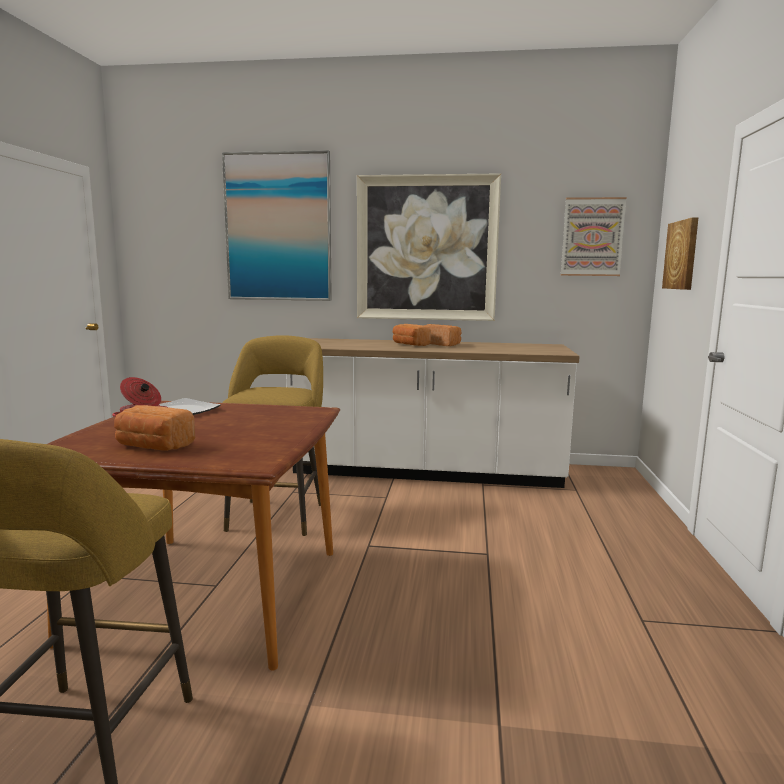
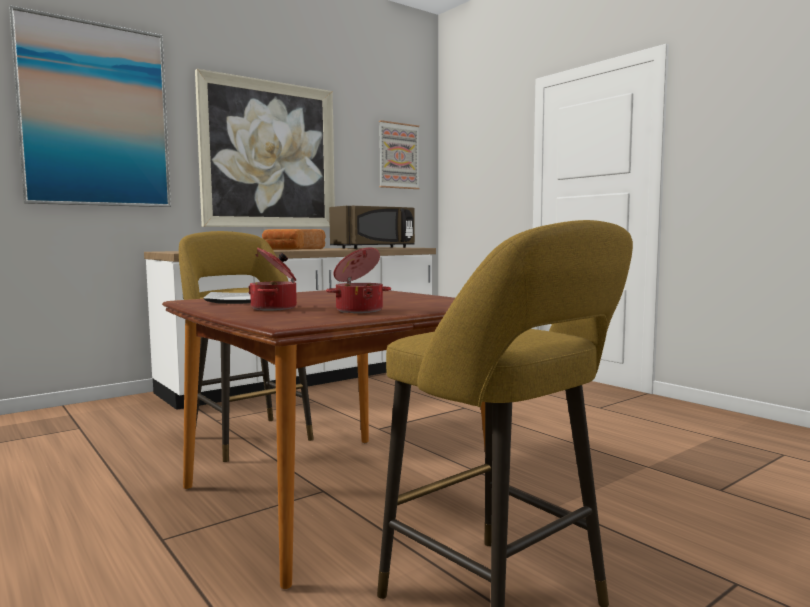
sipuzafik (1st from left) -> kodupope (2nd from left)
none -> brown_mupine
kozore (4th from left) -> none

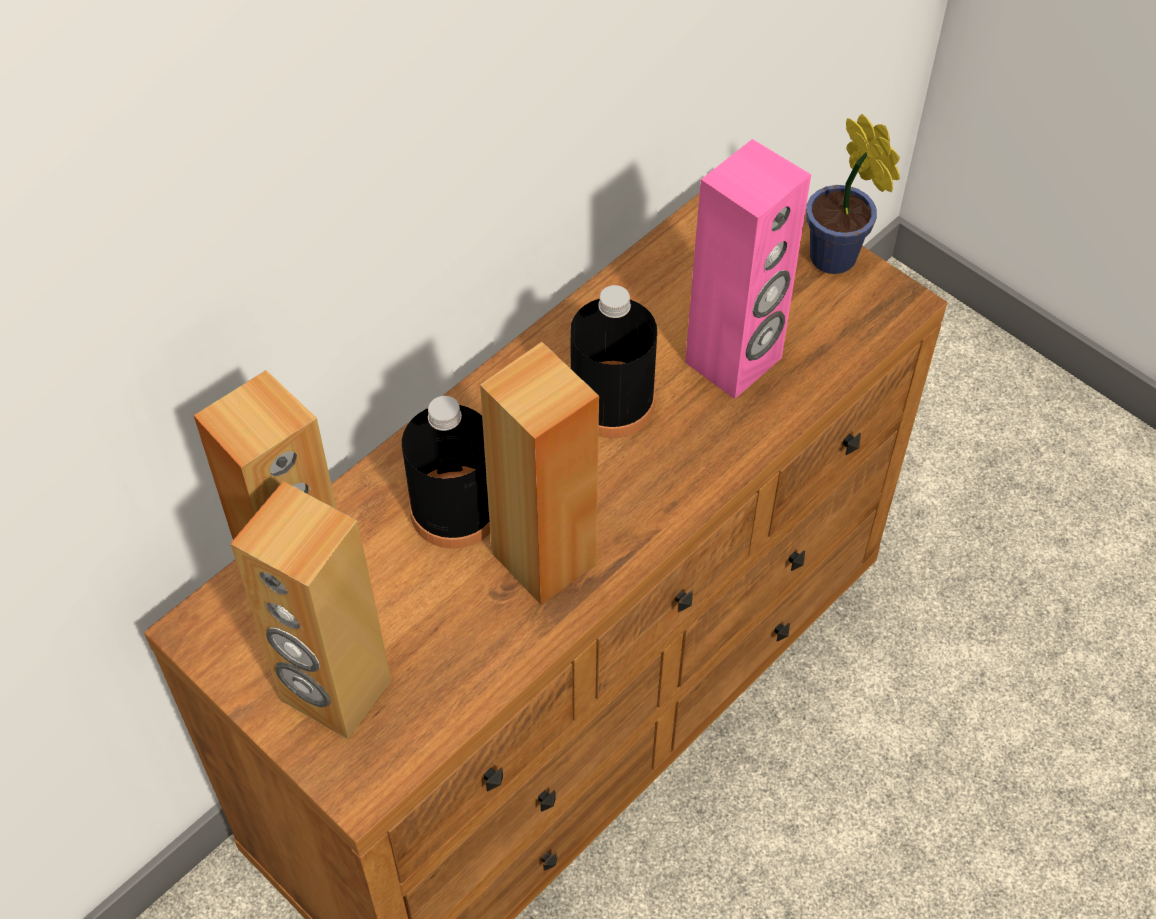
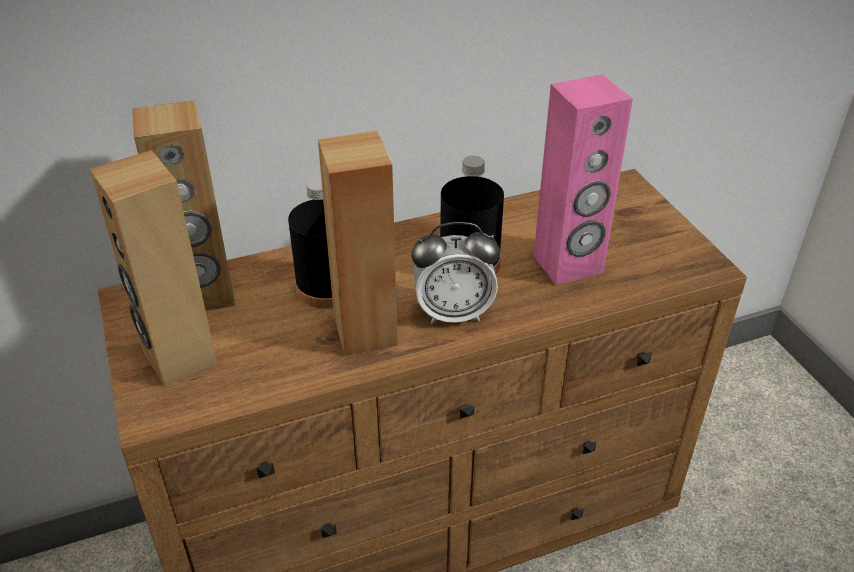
none -> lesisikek
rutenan -> none

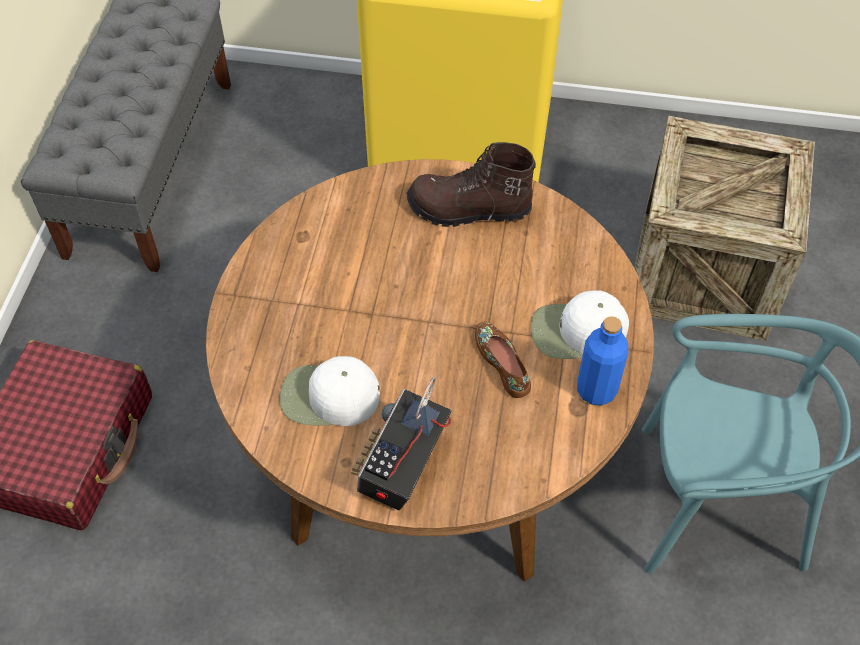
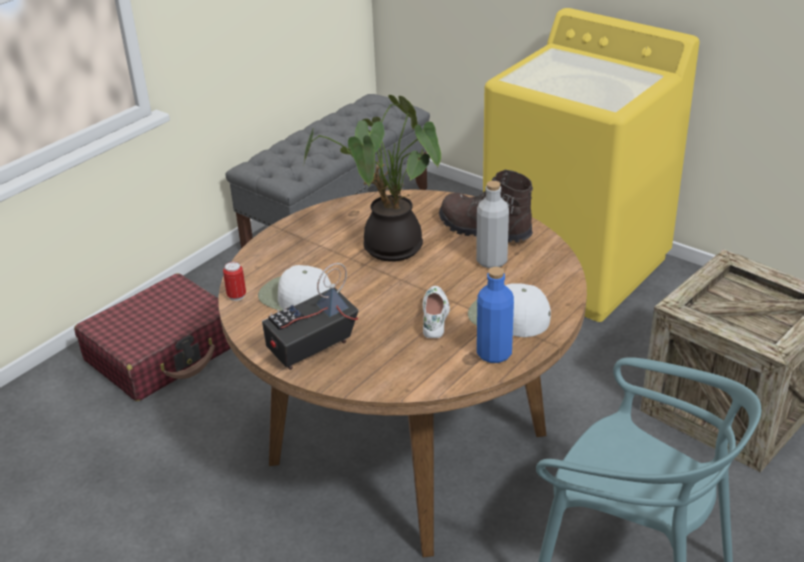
none -> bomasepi
none -> rutenan
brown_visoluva -> white_visoluva
none -> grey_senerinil

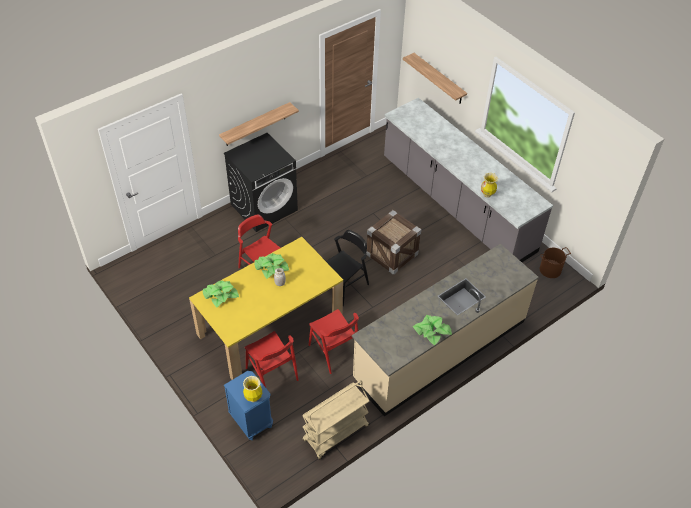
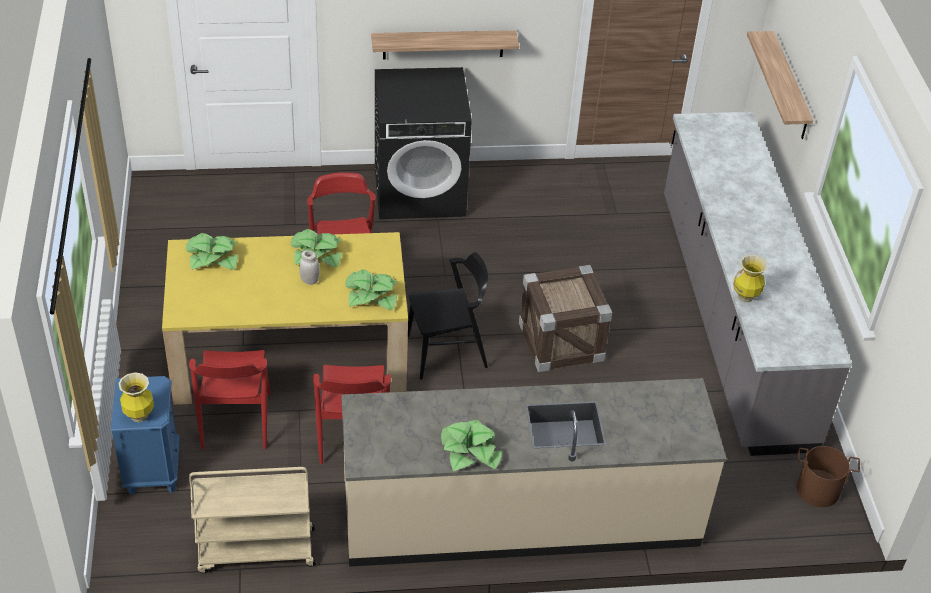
none -> rutenan (3rd from left)

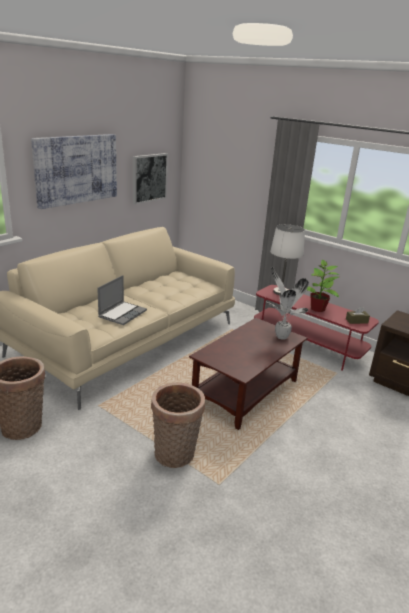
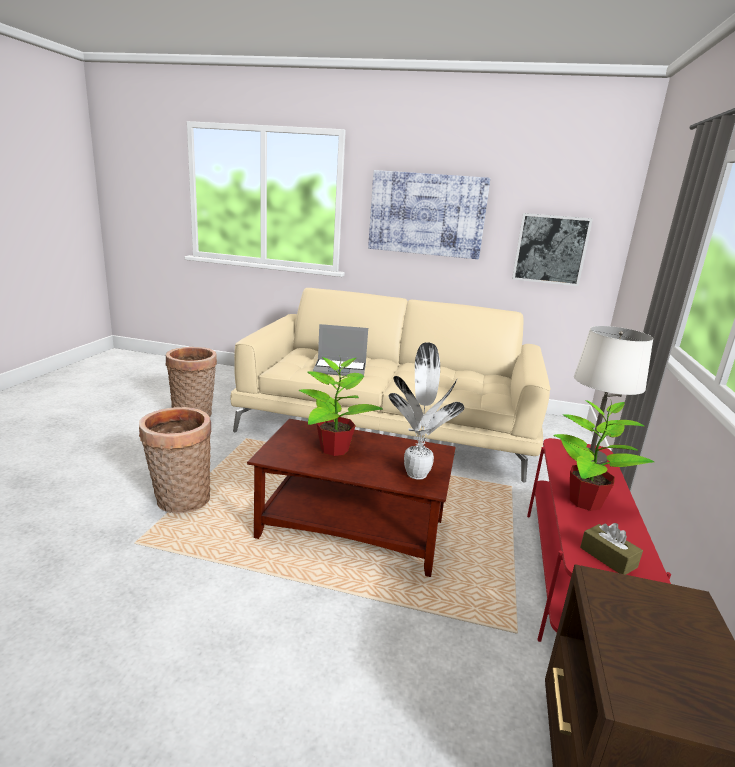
none -> rutenan (1st from left)

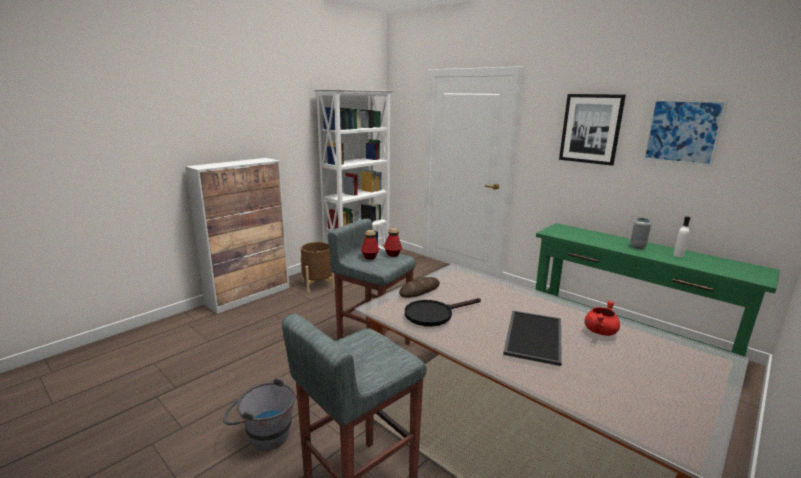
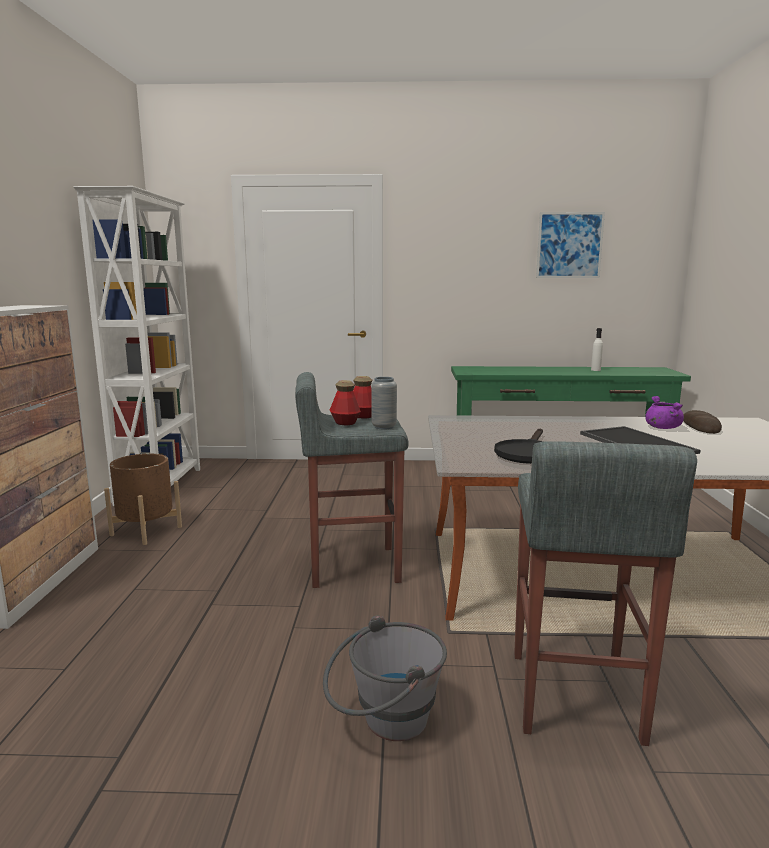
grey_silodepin, move
red_kodupope -> purple_kodupope
sipuzafik, move
kozore (1st from left) -> none

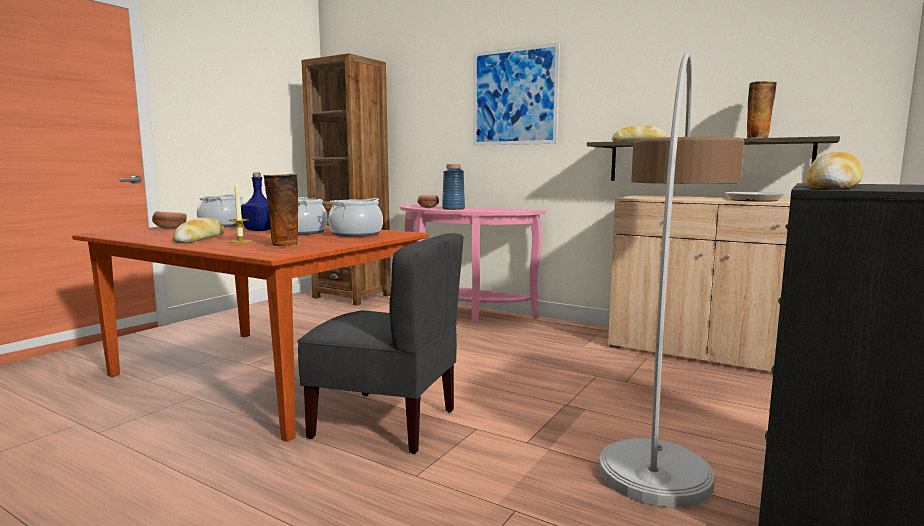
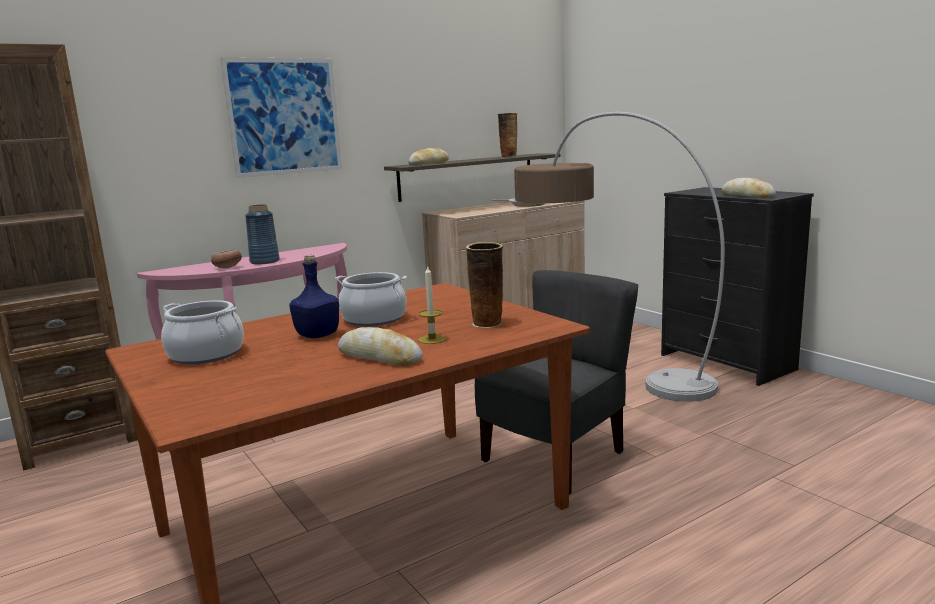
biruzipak (1st from left) -> none
kodupope (3rd from left) -> none

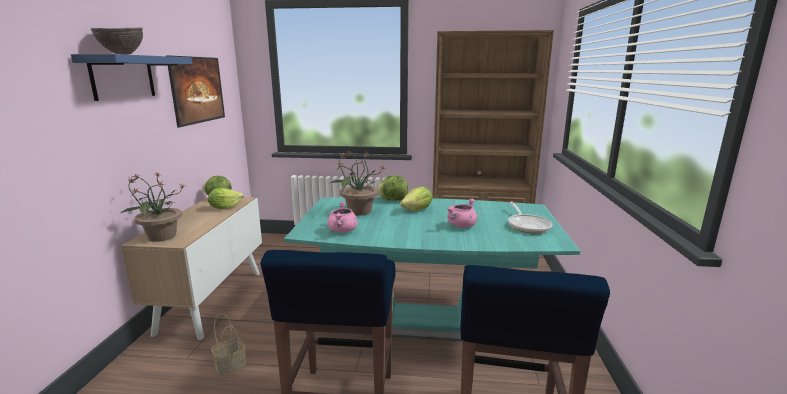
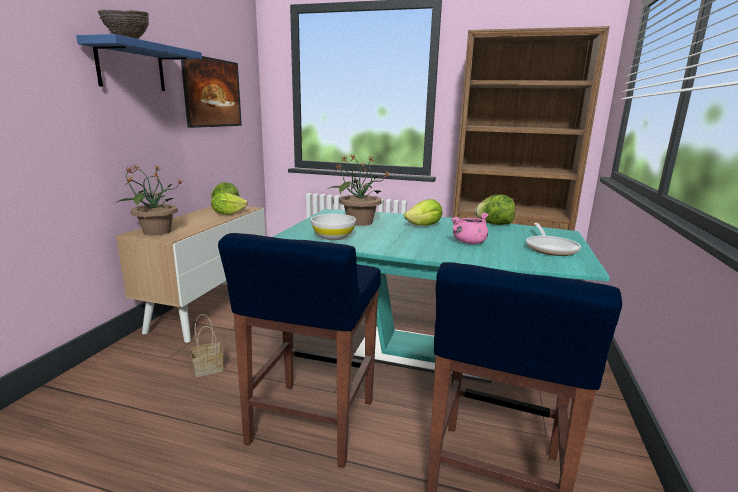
pink_kodupope (1st from left) -> white_biruzipak
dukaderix (3rd from left in the first image) -> dukaderix (4th from left), move

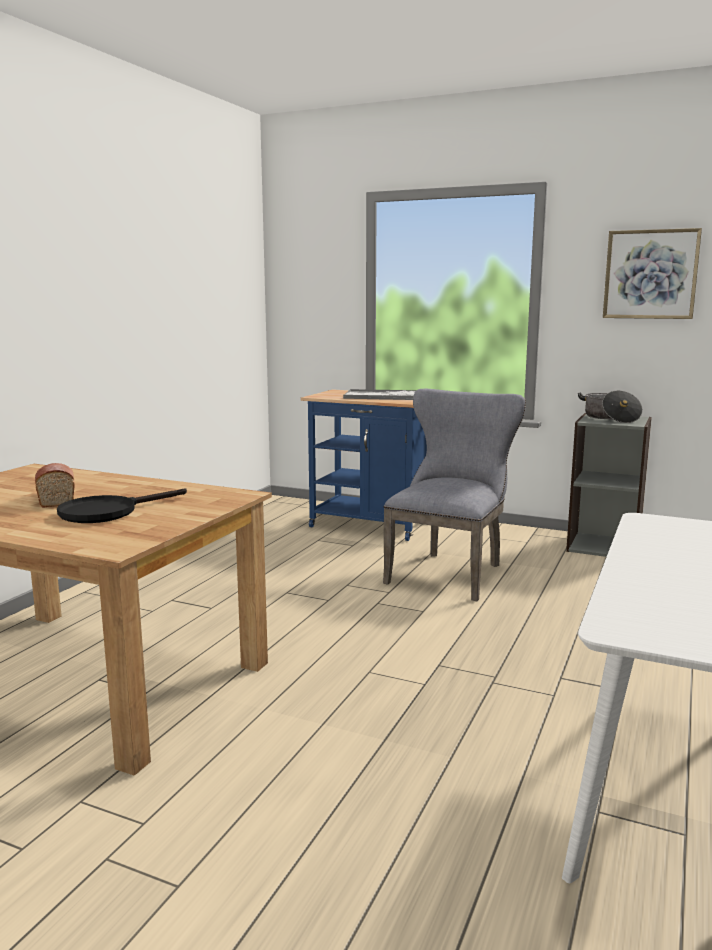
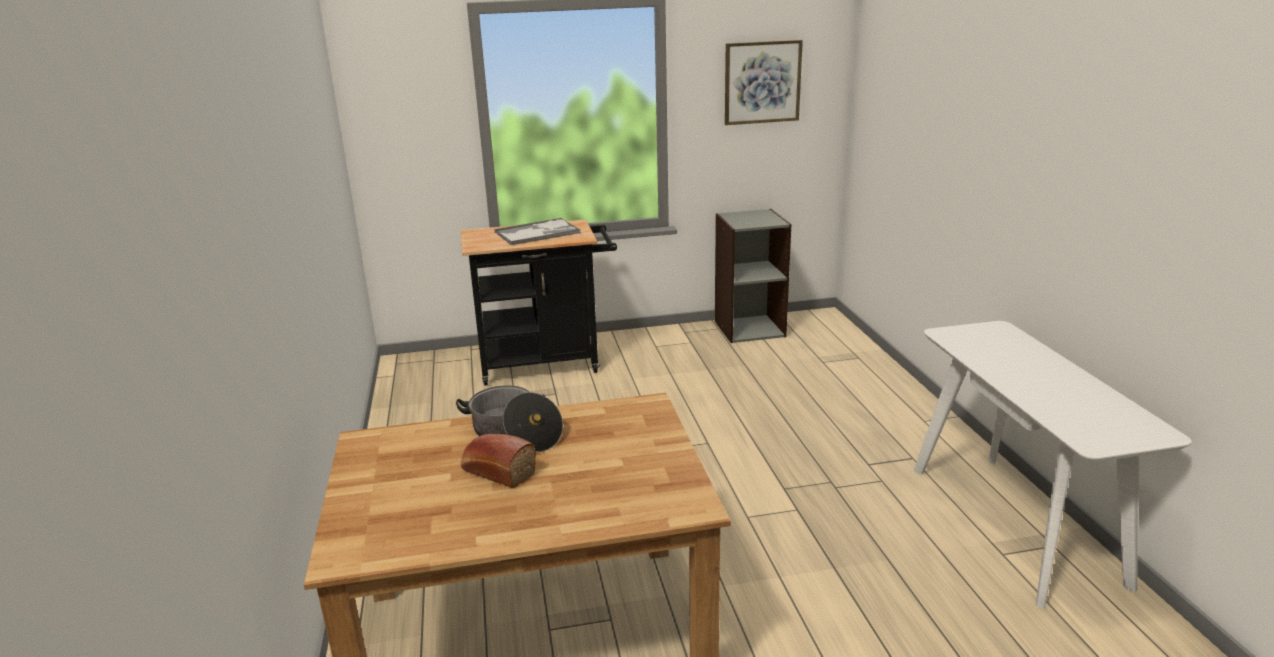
kodupope, move
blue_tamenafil -> black_tamenafil
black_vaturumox -> none
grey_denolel -> none

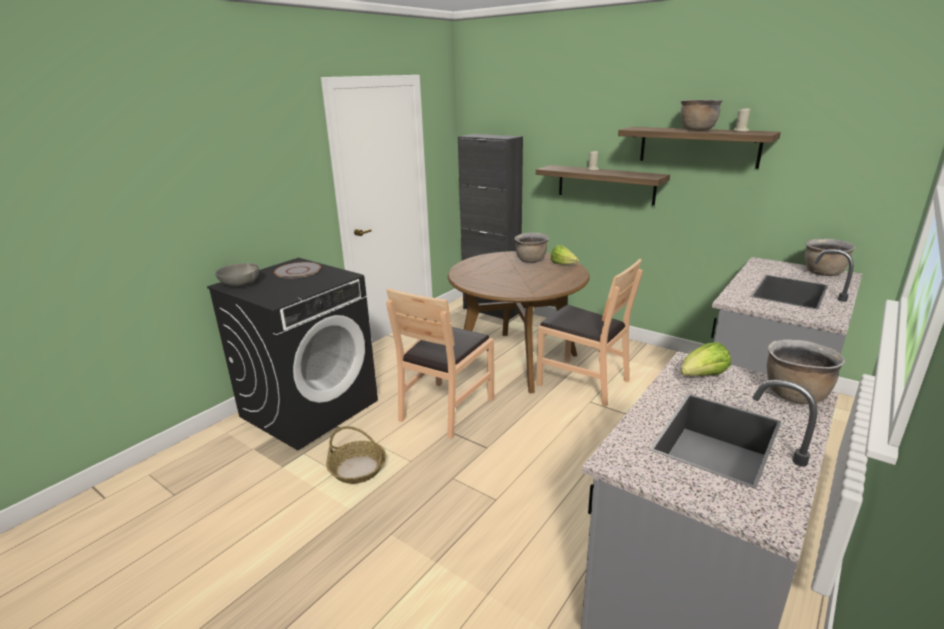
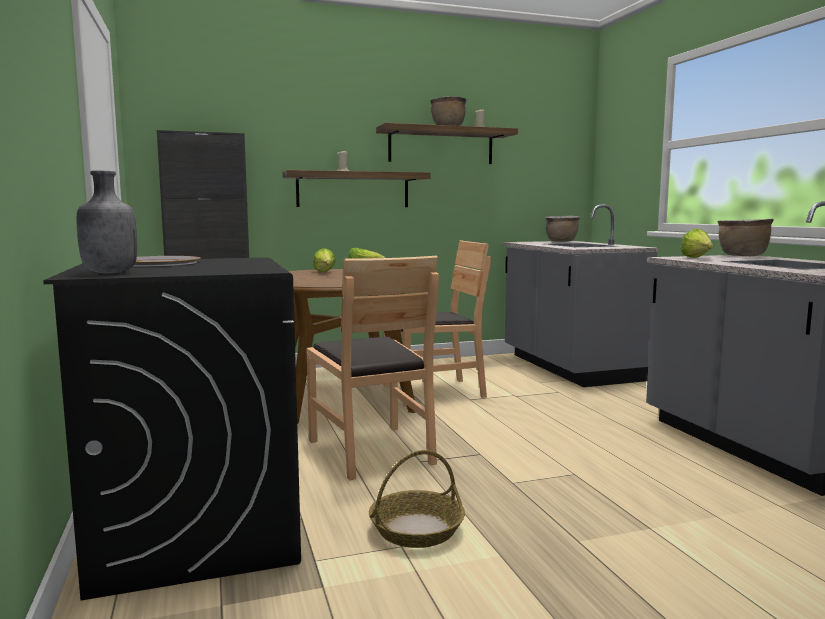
grey_biruzipak -> grey_senerinil
brown_kodupope (1st from left) -> dukaderix (1st from left)

